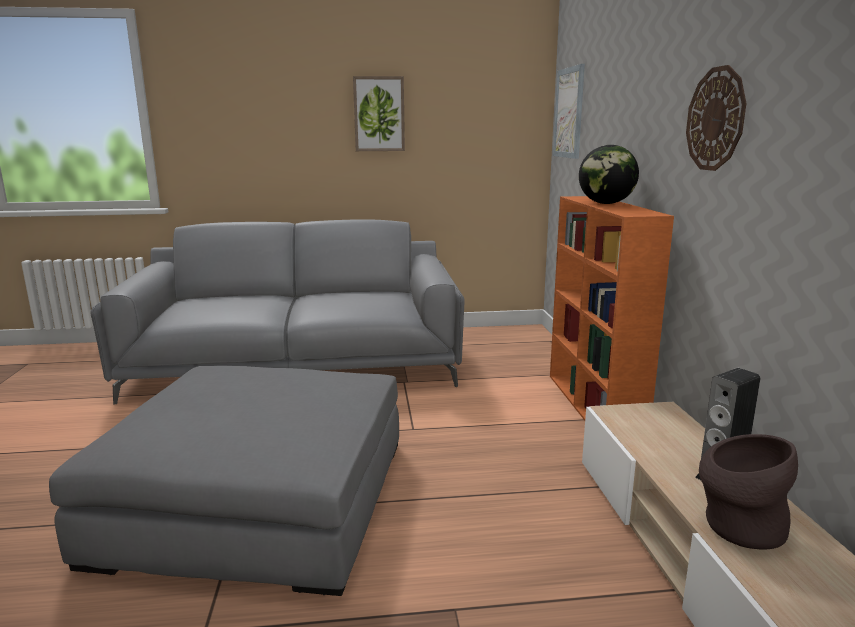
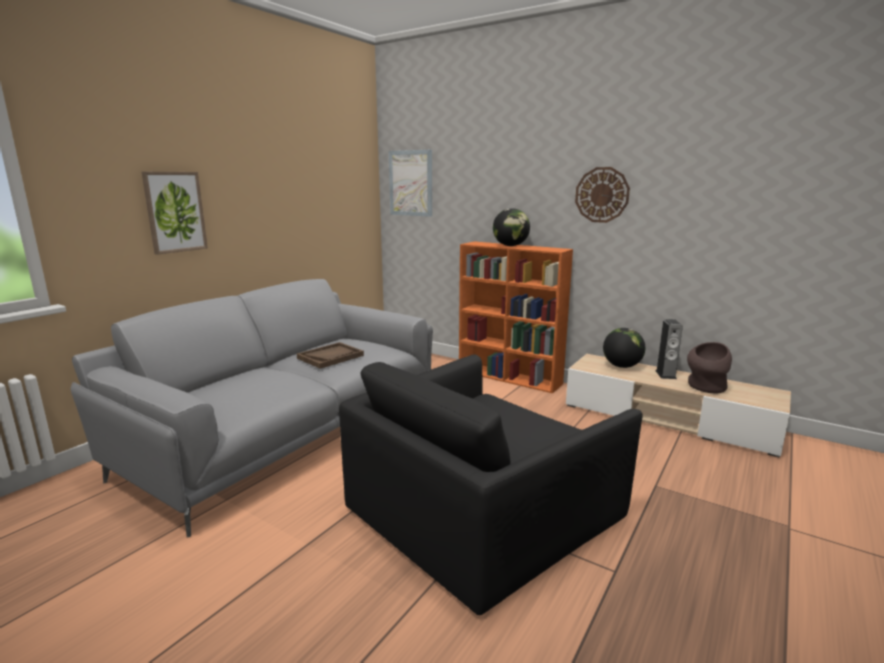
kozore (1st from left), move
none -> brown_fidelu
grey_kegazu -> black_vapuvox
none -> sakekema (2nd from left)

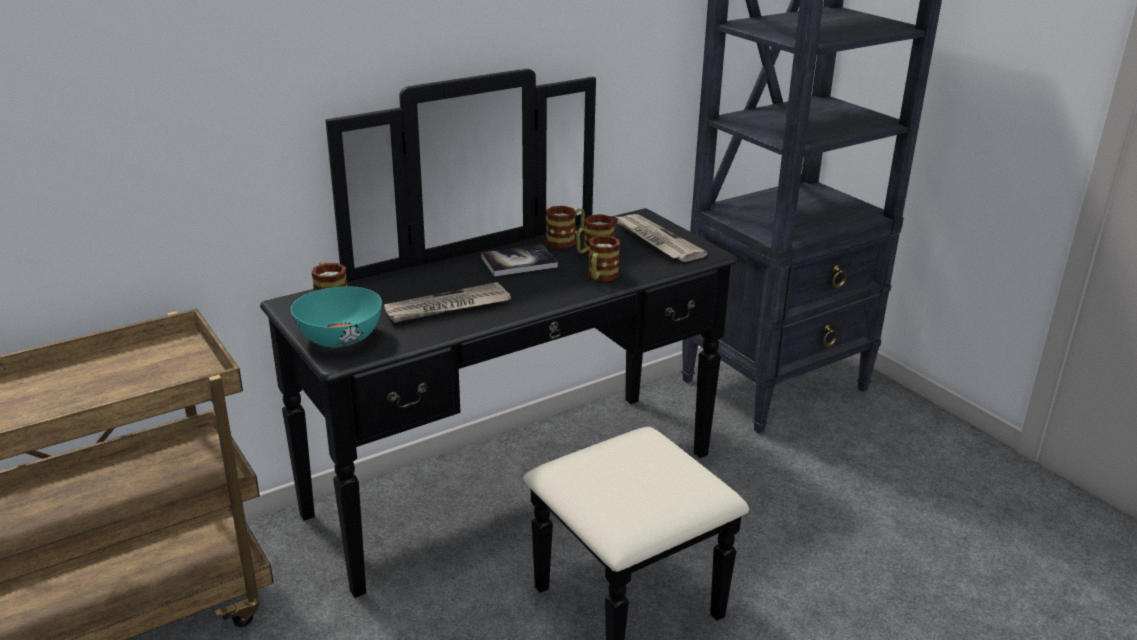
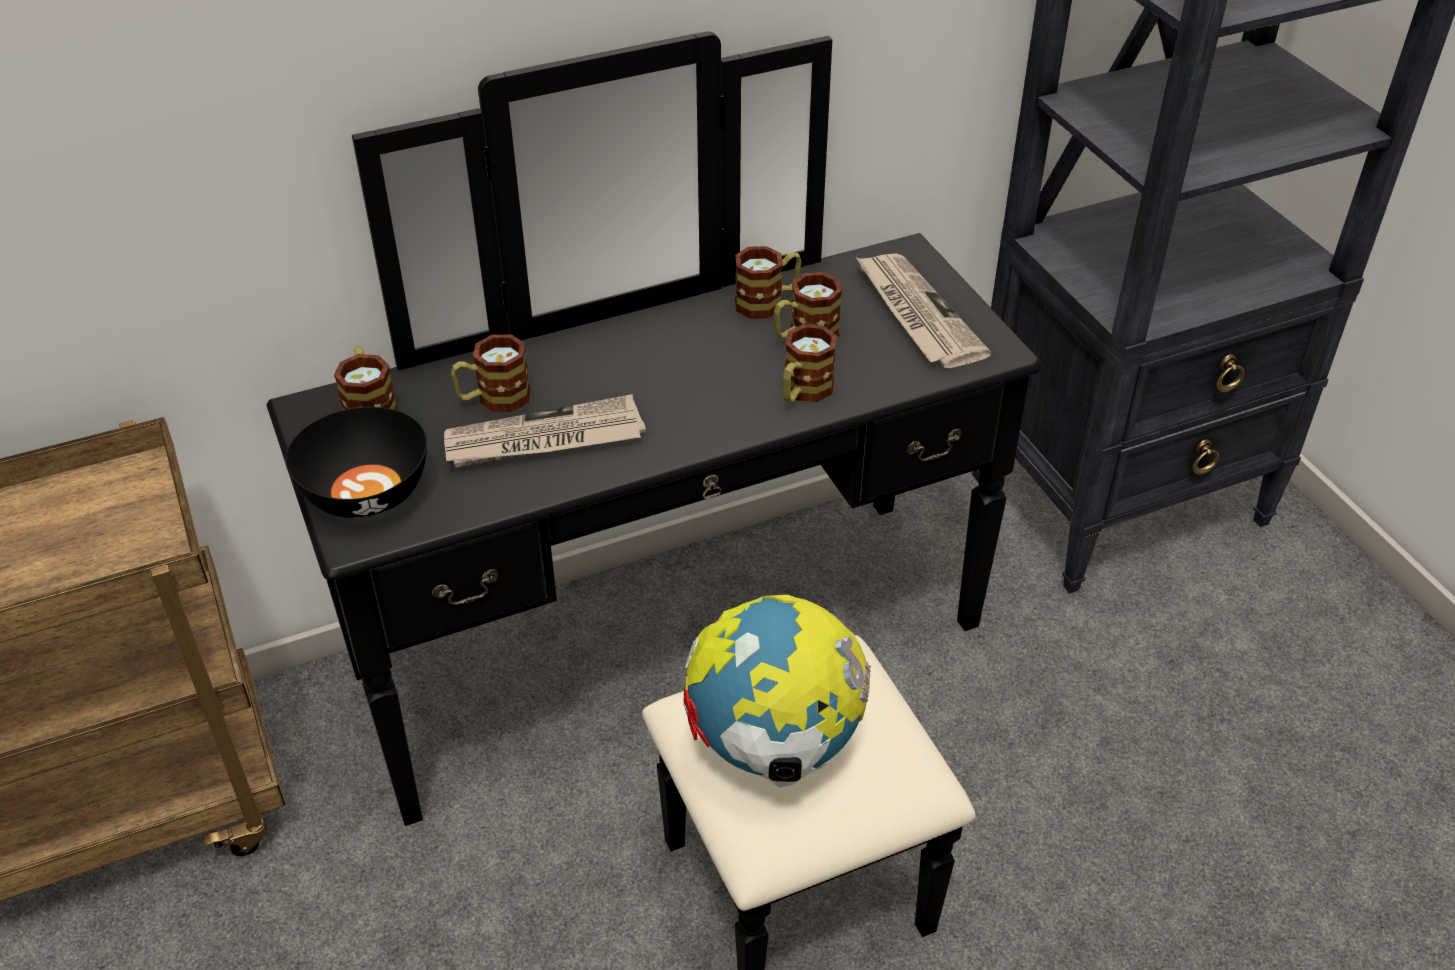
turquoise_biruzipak -> black_biruzipak
none -> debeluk (2nd from left)
none -> sakekema
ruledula -> none

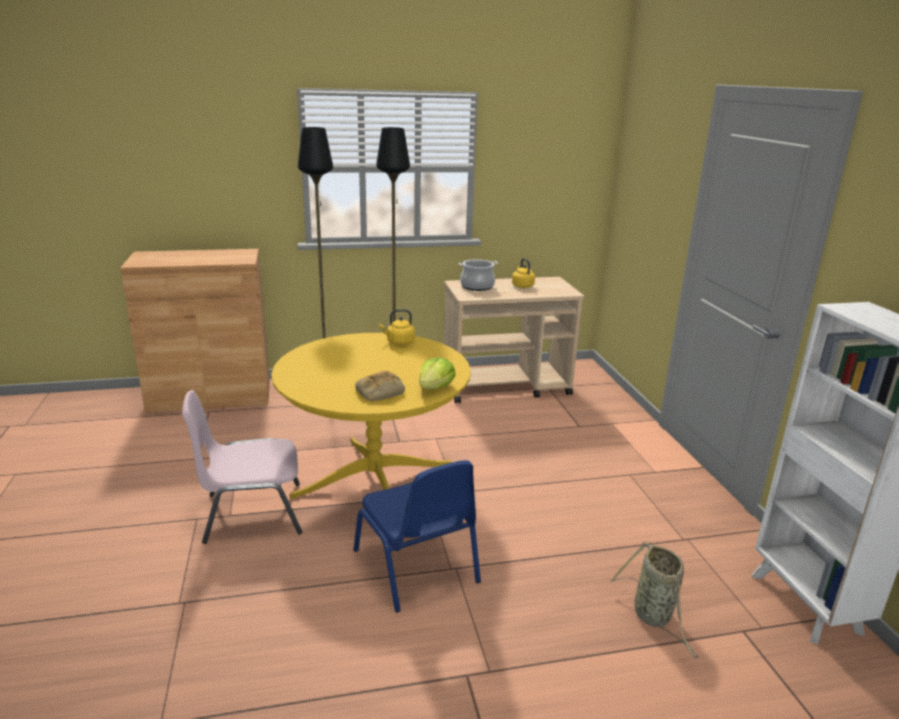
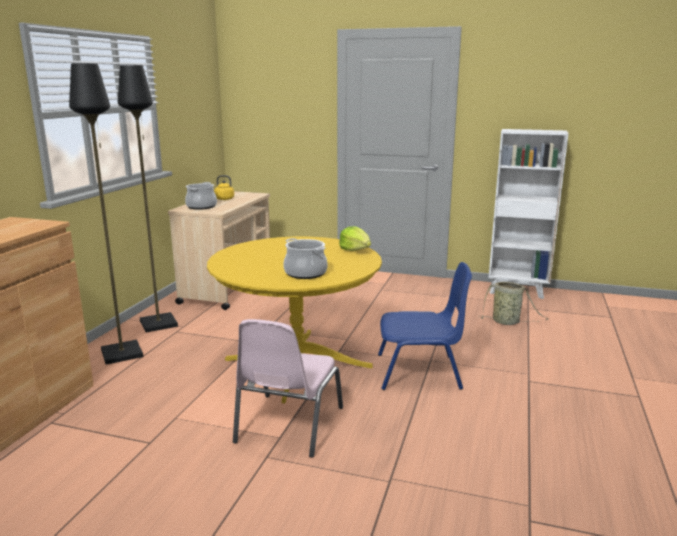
none -> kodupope (2nd from left)
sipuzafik -> none
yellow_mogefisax (1st from left) -> none

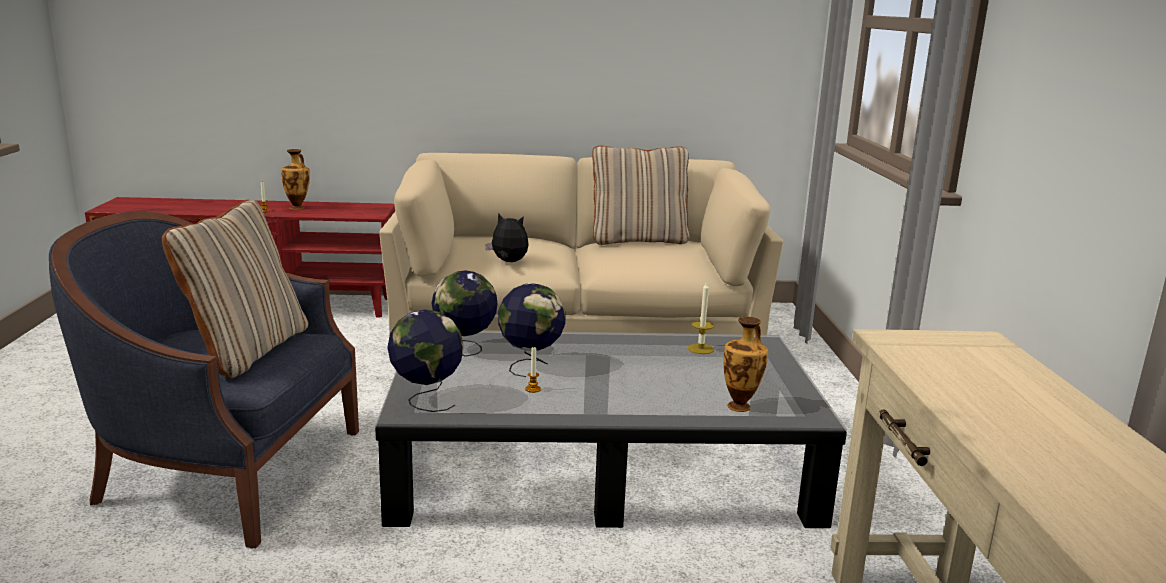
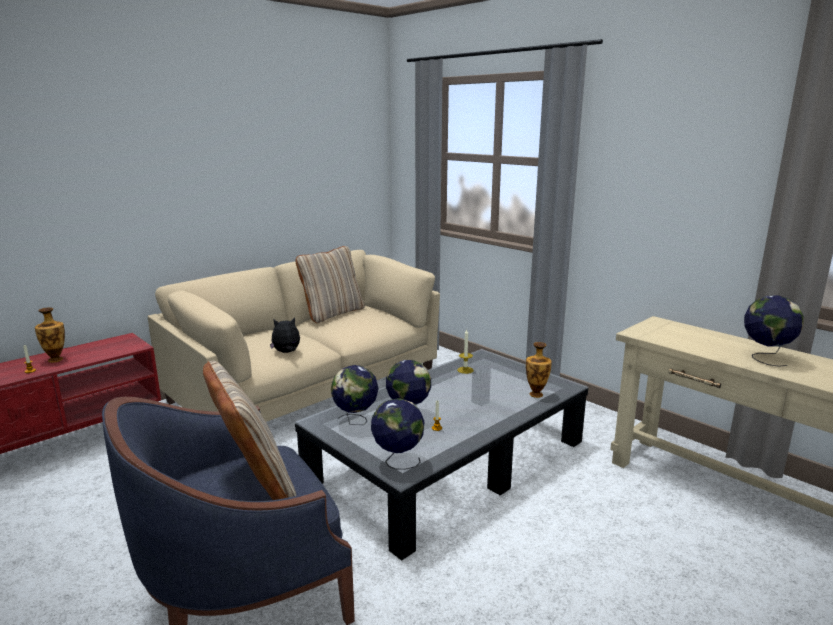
none -> sakekema (4th from left)

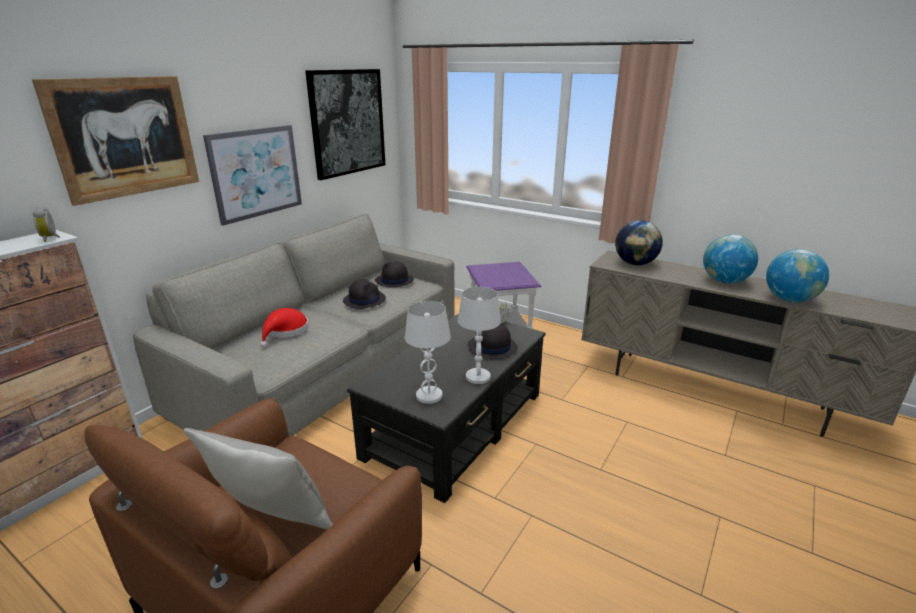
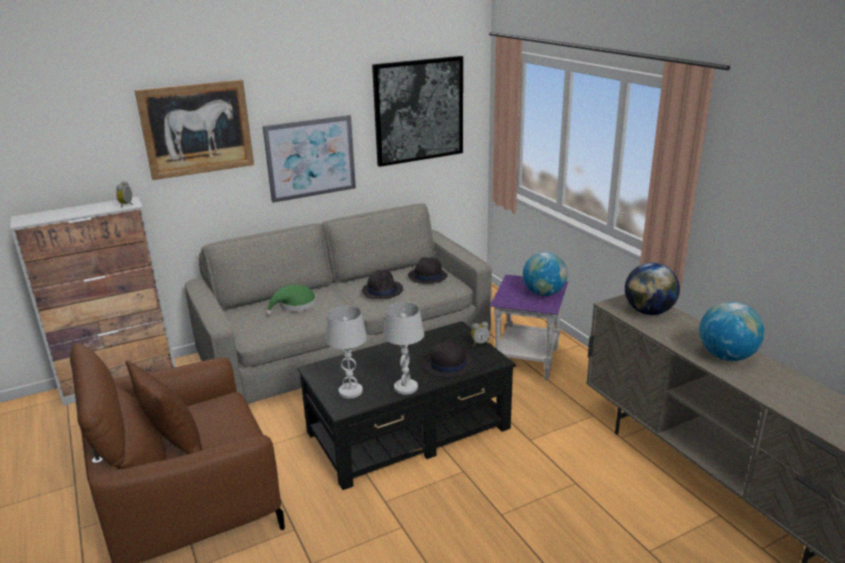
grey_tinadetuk -> brown_tinadetuk
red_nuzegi -> green_nuzegi
sakekema (3rd from left in the first image) -> sakekema (1st from left), move

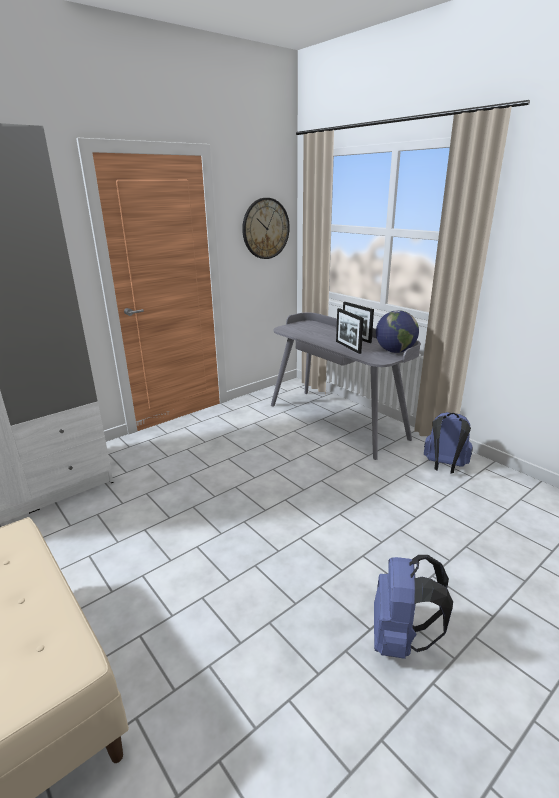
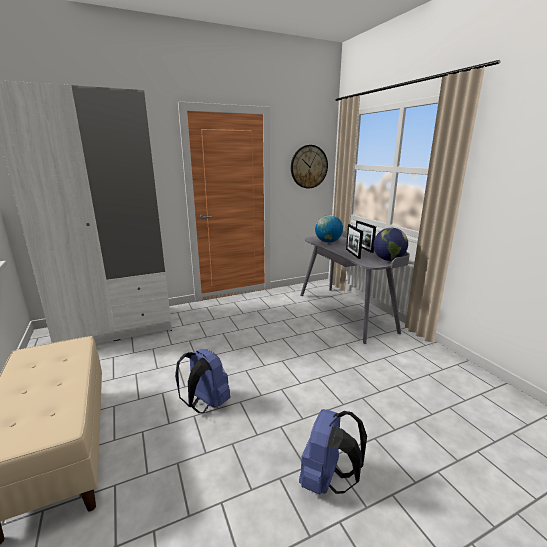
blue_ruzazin (2nd from left in the first image) -> blue_ruzazin (1st from left), move
none -> sakekema (1st from left)

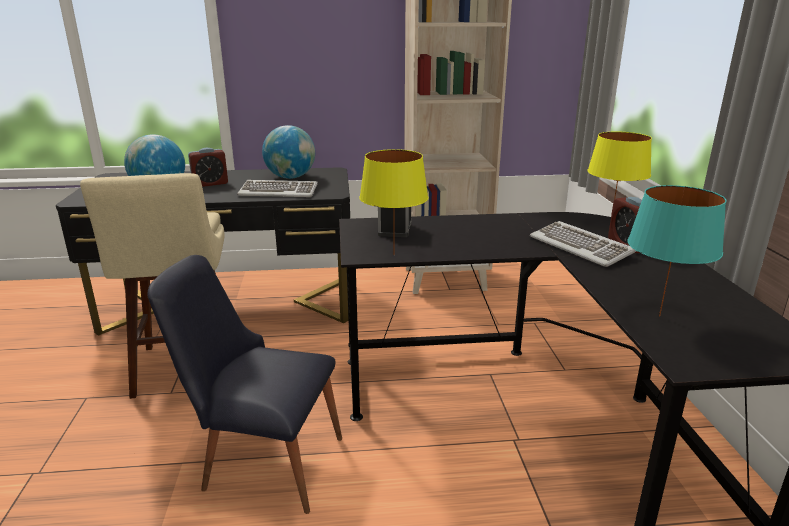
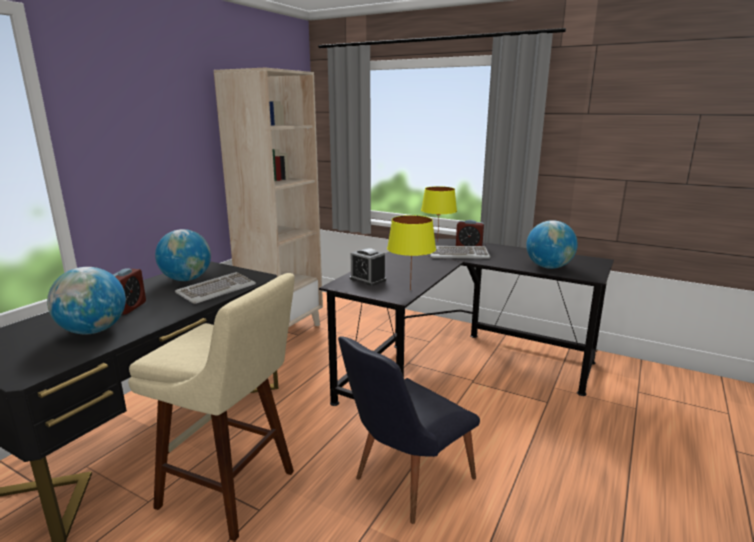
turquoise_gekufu -> sakekema (3rd from left)

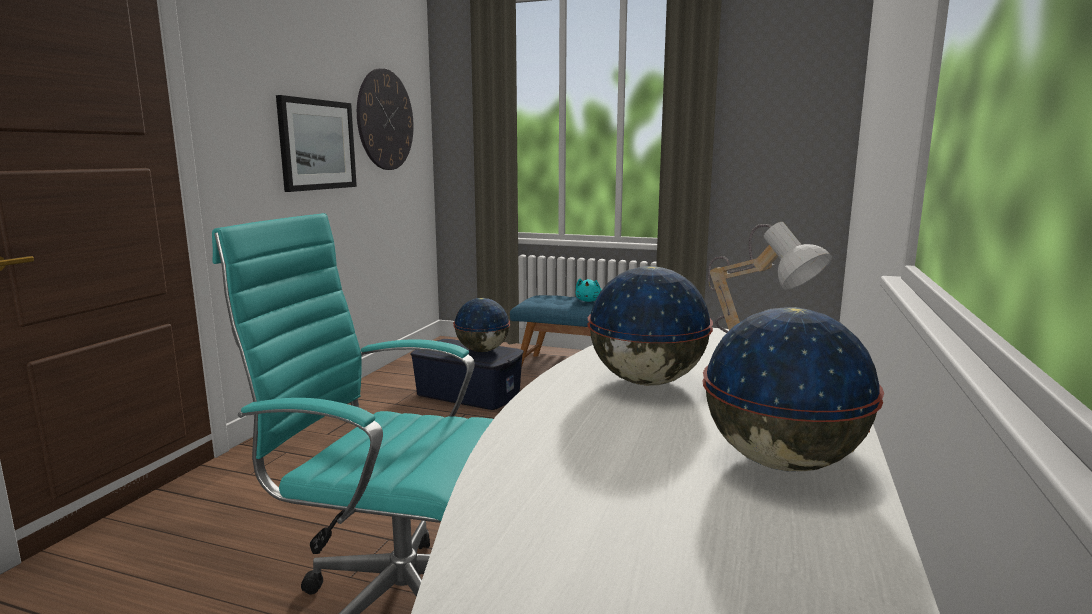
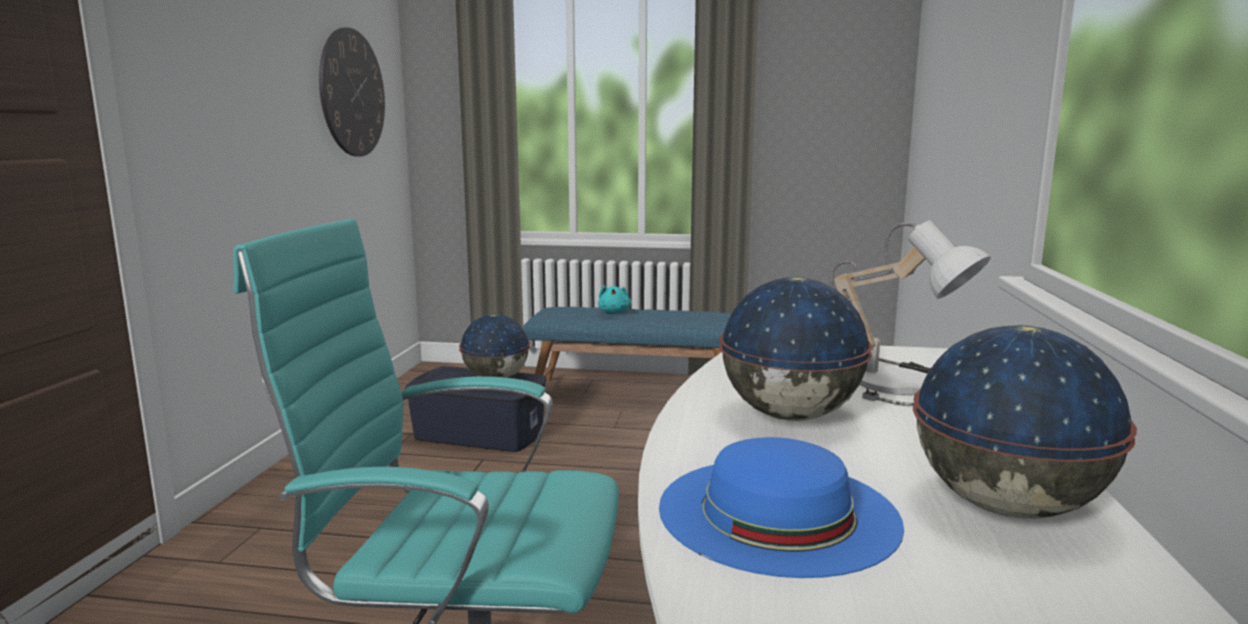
none -> blue_nuzegi
kozore -> none

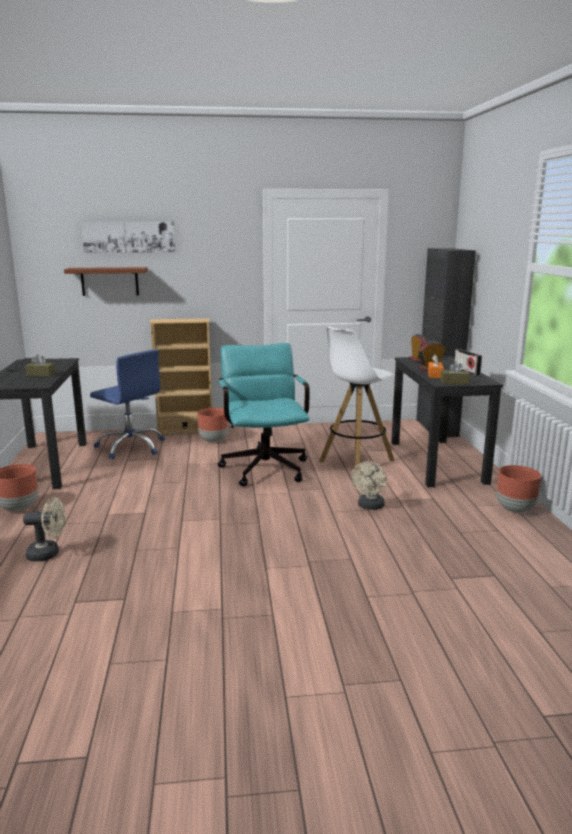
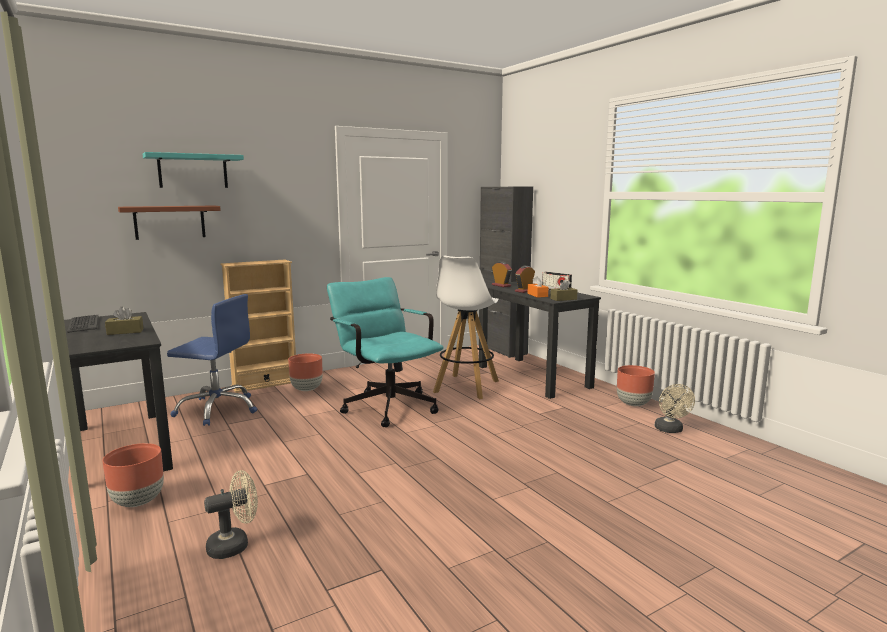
kozore -> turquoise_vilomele
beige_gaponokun (2nd from left), move

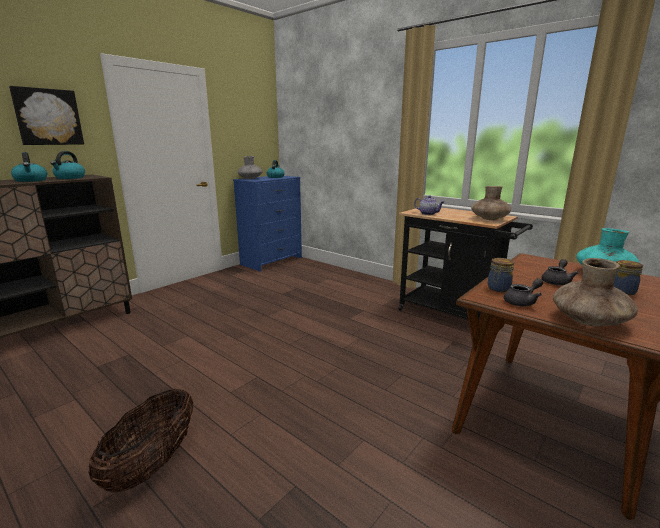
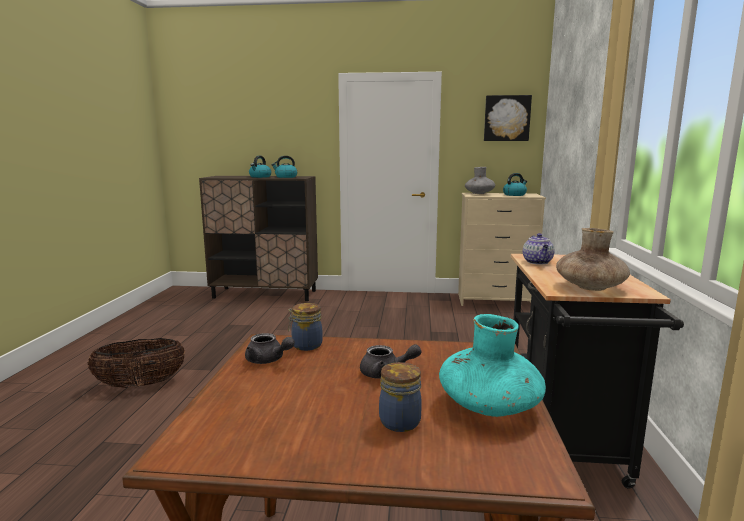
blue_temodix -> beige_temodix
kozore, move
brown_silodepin (2nd from left) -> none

